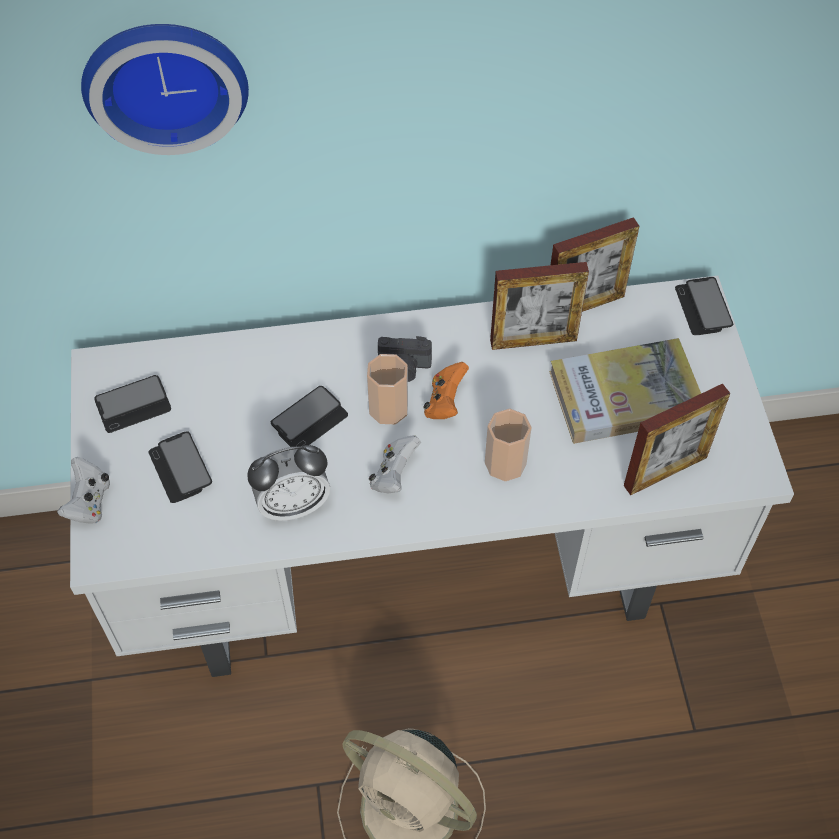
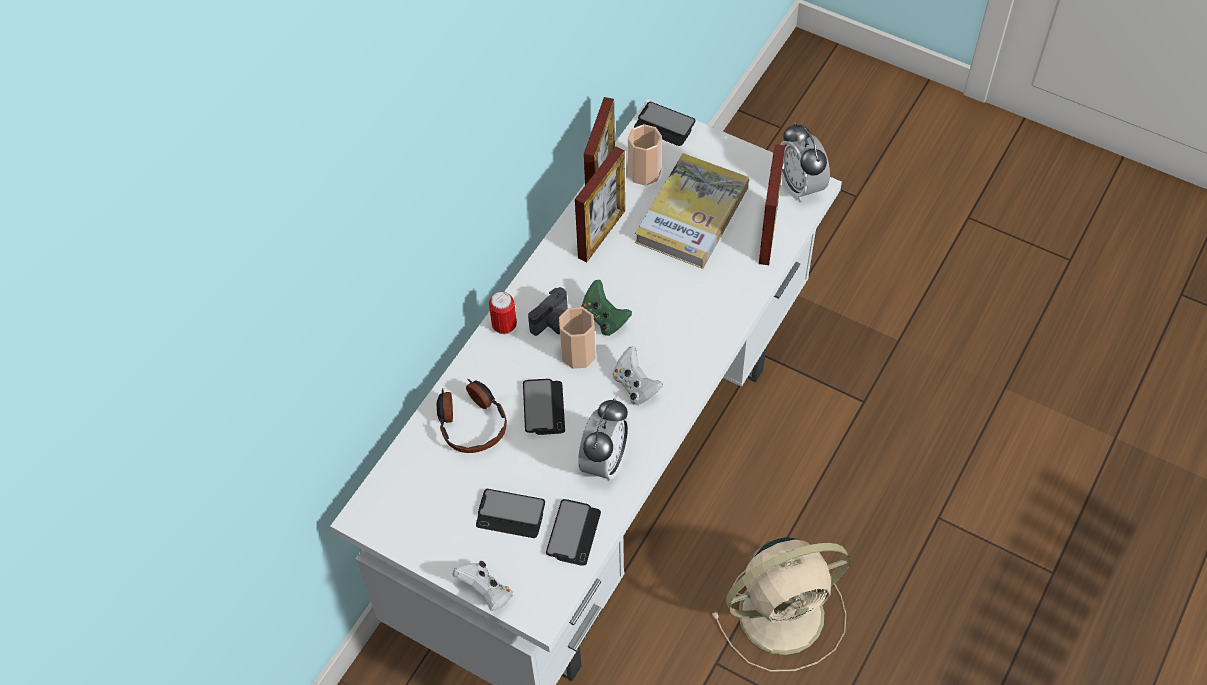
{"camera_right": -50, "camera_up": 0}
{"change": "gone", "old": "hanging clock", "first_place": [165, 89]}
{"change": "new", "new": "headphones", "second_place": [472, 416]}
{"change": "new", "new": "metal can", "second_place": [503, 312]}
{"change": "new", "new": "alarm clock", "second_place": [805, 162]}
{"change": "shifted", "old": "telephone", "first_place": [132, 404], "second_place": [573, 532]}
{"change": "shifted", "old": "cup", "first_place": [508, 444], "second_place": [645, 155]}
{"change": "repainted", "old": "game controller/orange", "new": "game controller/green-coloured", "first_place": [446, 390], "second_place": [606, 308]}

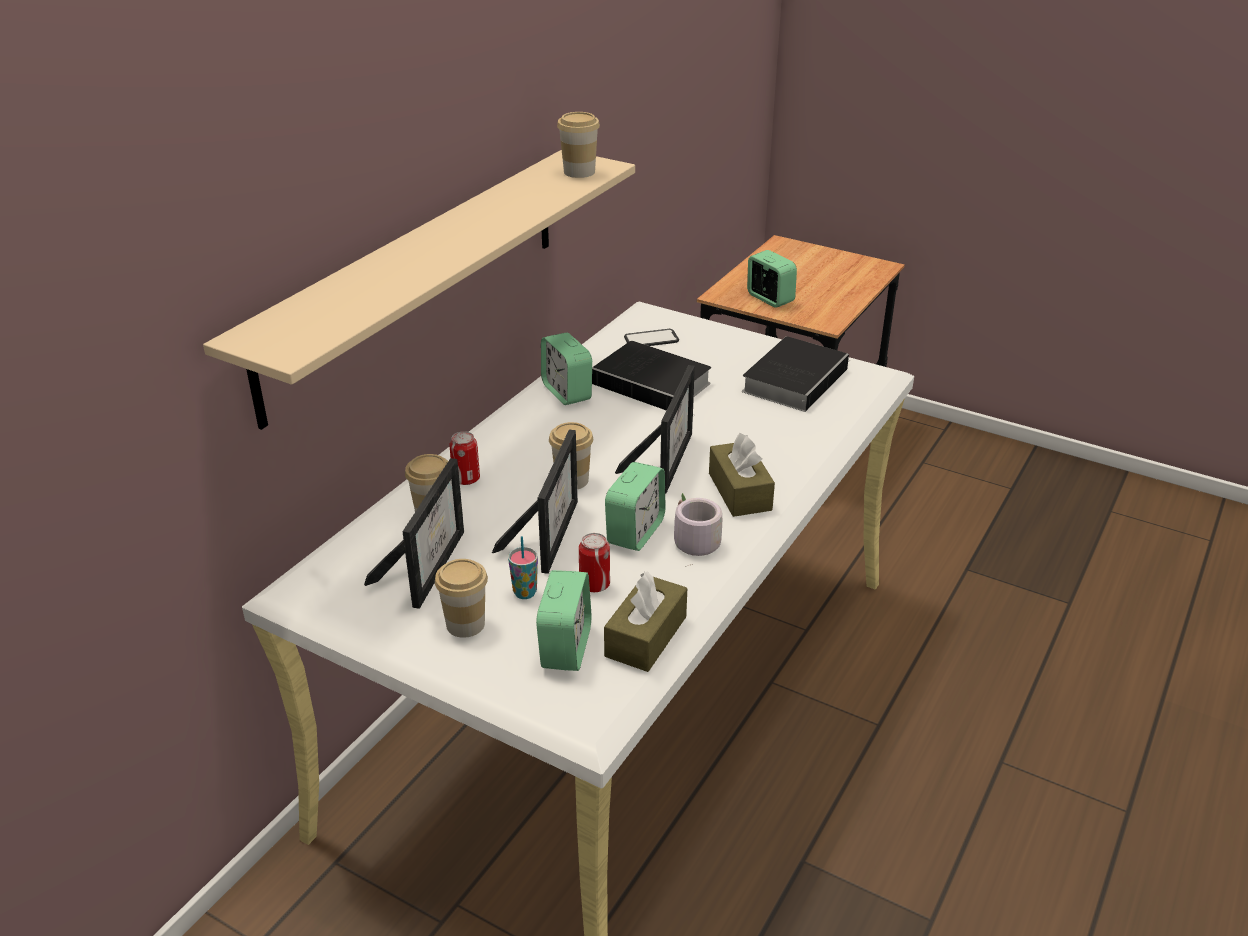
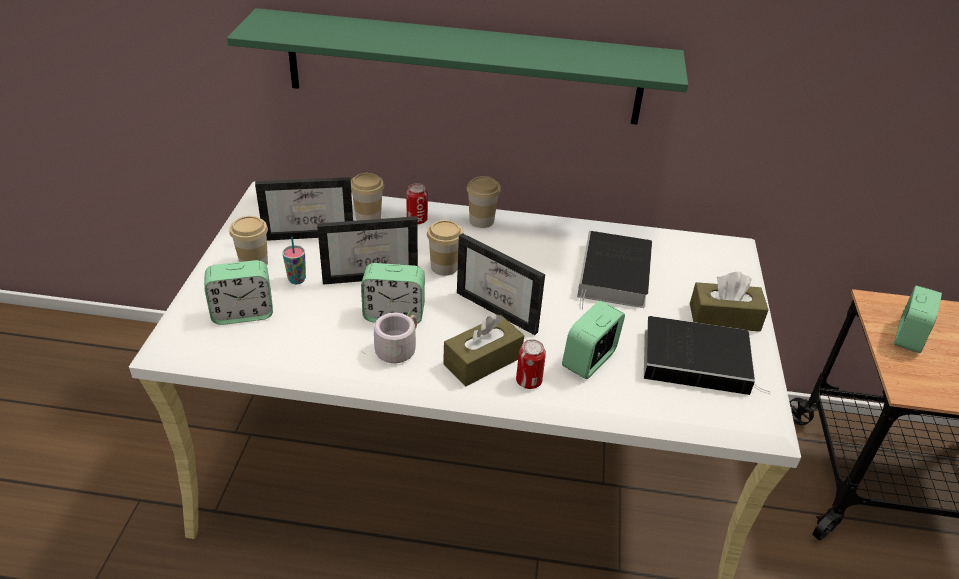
{"camera_right": 65, "camera_up": 5}
{"change": "gone", "old": "telephone", "first_place": [651, 337]}
{"change": "shifted", "old": "alarm clock", "first_place": [566, 368], "second_place": [593, 339]}
{"change": "shifted", "old": "cup", "first_place": [578, 145], "second_place": [484, 202]}
{"change": "shifted", "old": "metal can", "first_place": [594, 562], "second_place": [531, 364]}
{"change": "shifted", "old": "tissue holder/brown", "first_place": [645, 621], "second_place": [729, 302]}
{"change": "repainted", "old": "shelf/sand-coloured", "new": "shelf/green-coloured", "first_place": [419, 290], "second_place": [457, 66]}
{"change": "rotated", "old": "picture frame", "first_place": [655, 429], "second_place": [501, 284], "degrees": 45}

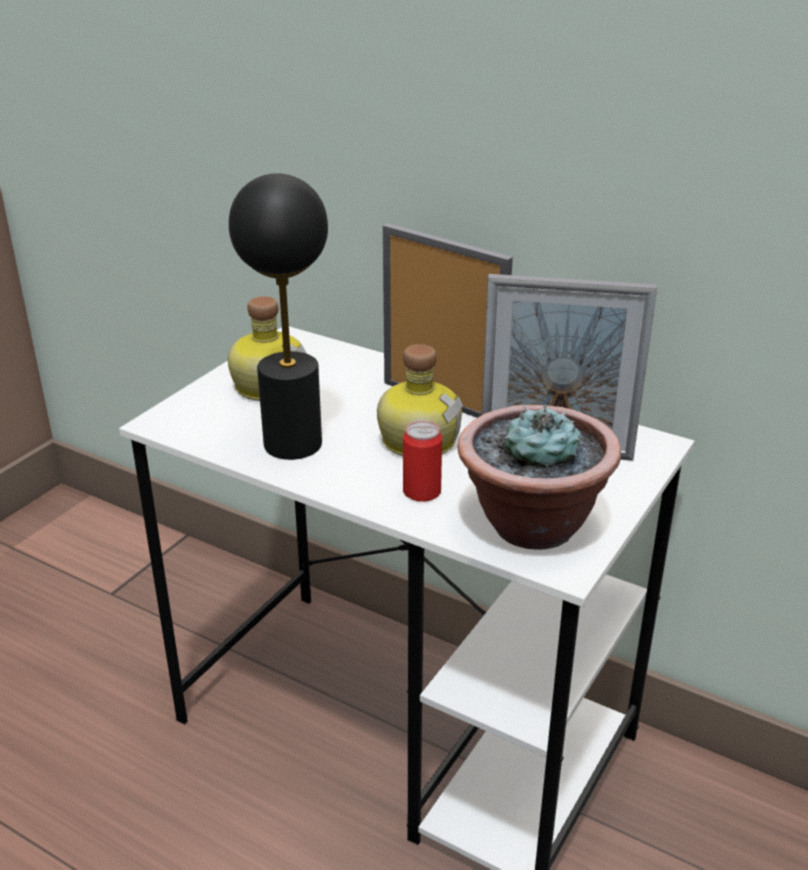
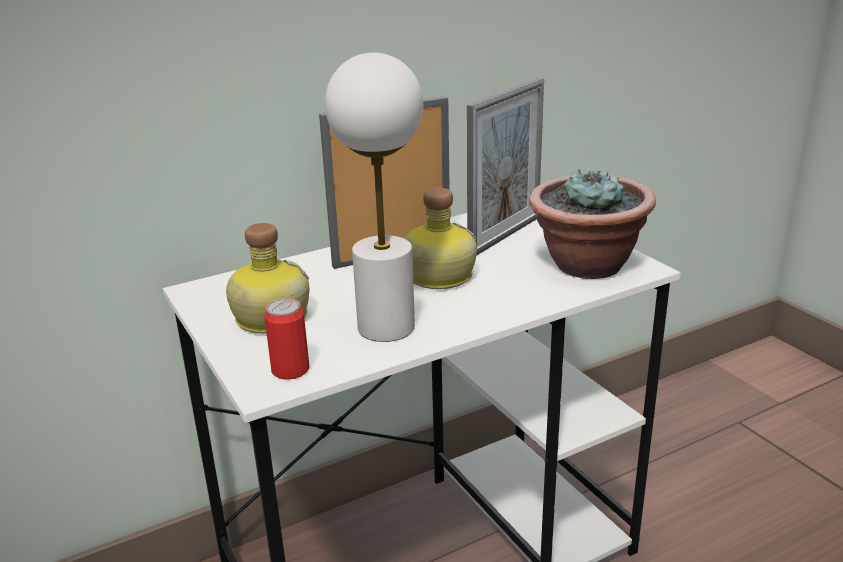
{"camera_right": -60, "camera_up": -5}
{"change": "shifted", "old": "metal can", "first_place": [422, 461], "second_place": [287, 339]}
{"change": "repainted", "old": "tabletop lamp/black", "new": "tabletop lamp/whitish", "first_place": [278, 316], "second_place": [374, 197]}

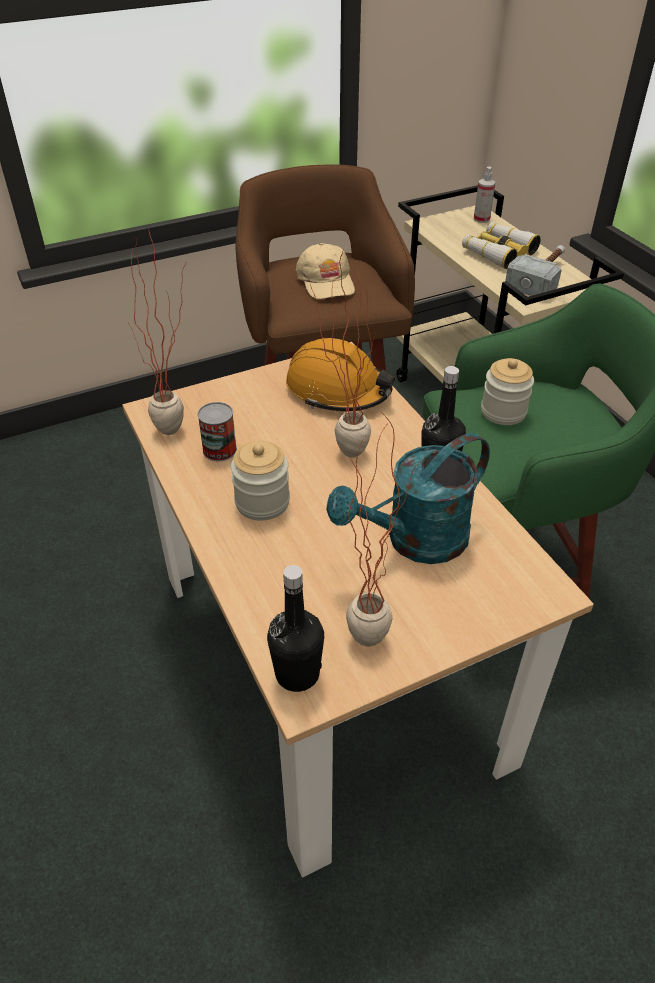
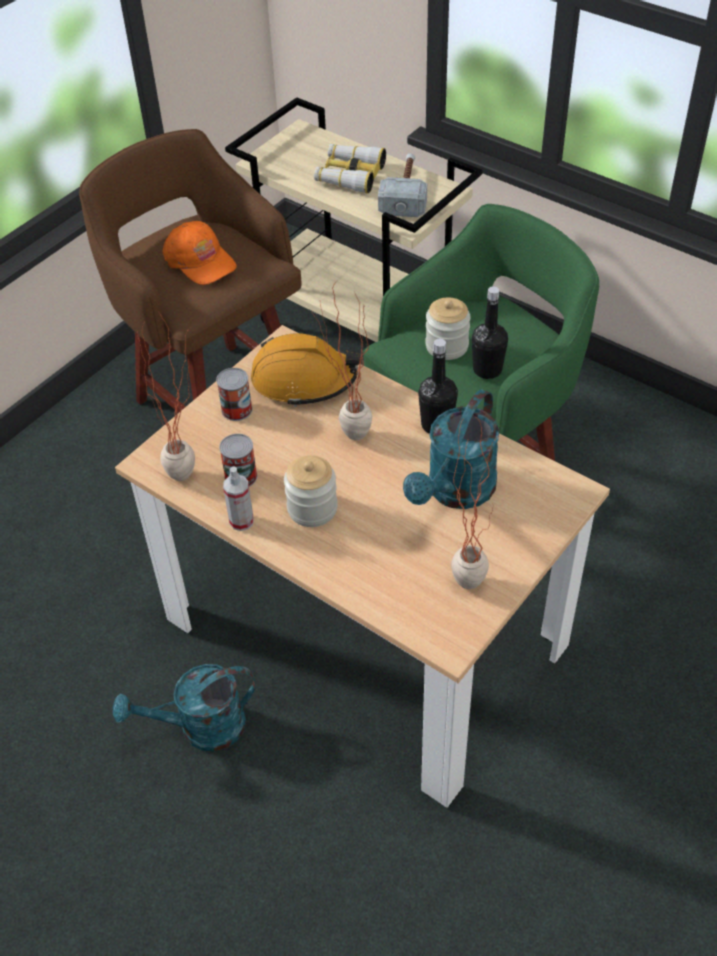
{"camera_right": -25, "camera_up": 5}
{"change": "new", "new": "sprinkling can/turquoise-coloured", "second_place": [184, 707]}
{"change": "new", "new": "metal can", "second_place": [234, 394]}
{"change": "shifted", "old": "bottle/black", "first_place": [295, 628], "second_place": [490, 332]}
{"change": "shifted", "old": "hand sprayer", "first_place": [485, 195], "second_place": [238, 498]}
{"change": "repainted", "old": "cap/sand-coloured", "new": "cap/orange", "first_place": [325, 271], "second_place": [200, 253]}

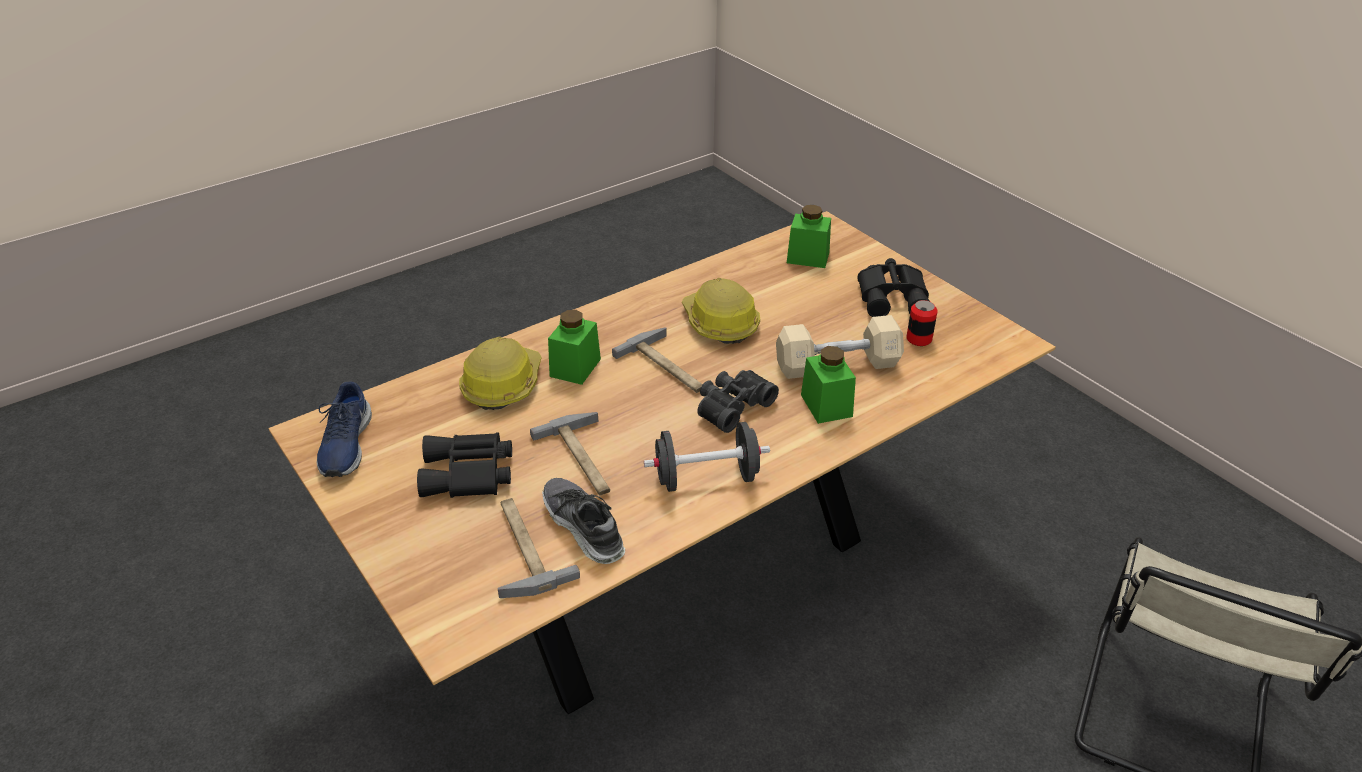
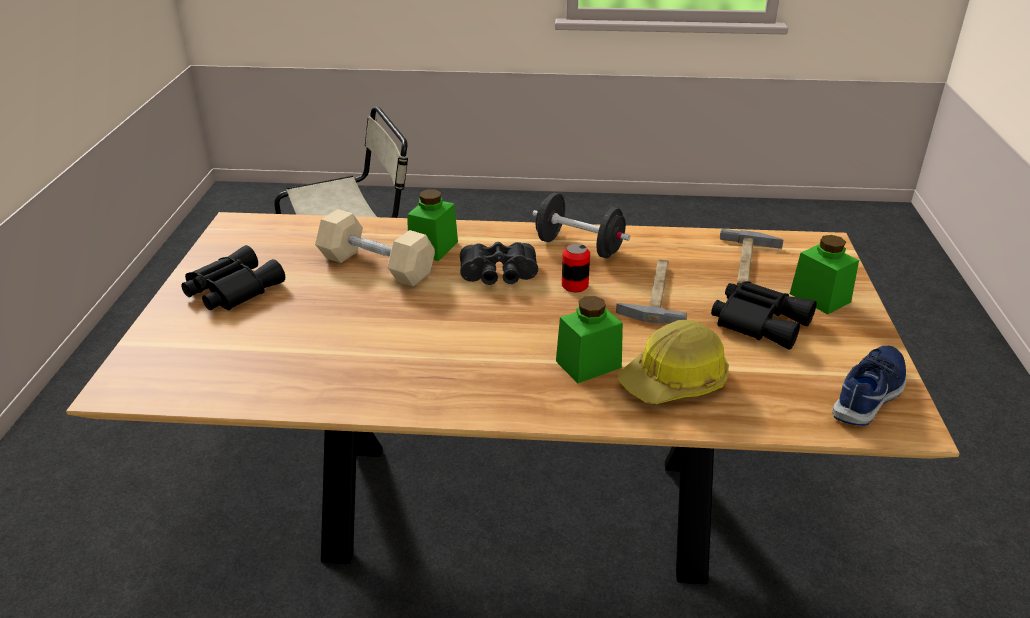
{"camera_right": -140, "camera_up": -5}
{"change": "gone", "old": "low shoe", "first_place": [583, 521]}
{"change": "gone", "old": "tool hammer", "first_place": [657, 360]}
{"change": "gone", "old": "work helmet", "first_place": [721, 311]}
{"change": "shifted", "old": "preserve jar/green-coloured", "first_place": [809, 236], "second_place": [824, 274]}
{"change": "shifted", "old": "metal can", "first_place": [922, 323], "second_place": [576, 268]}

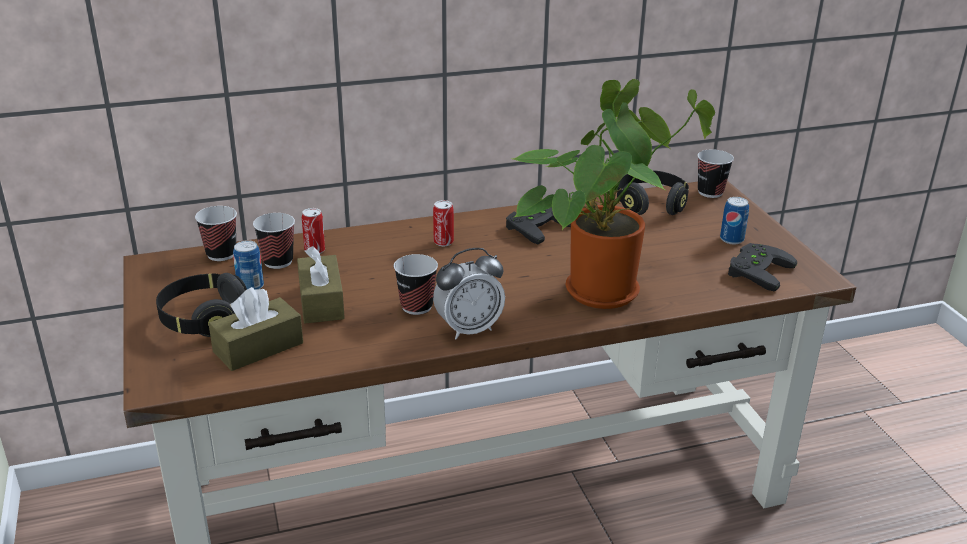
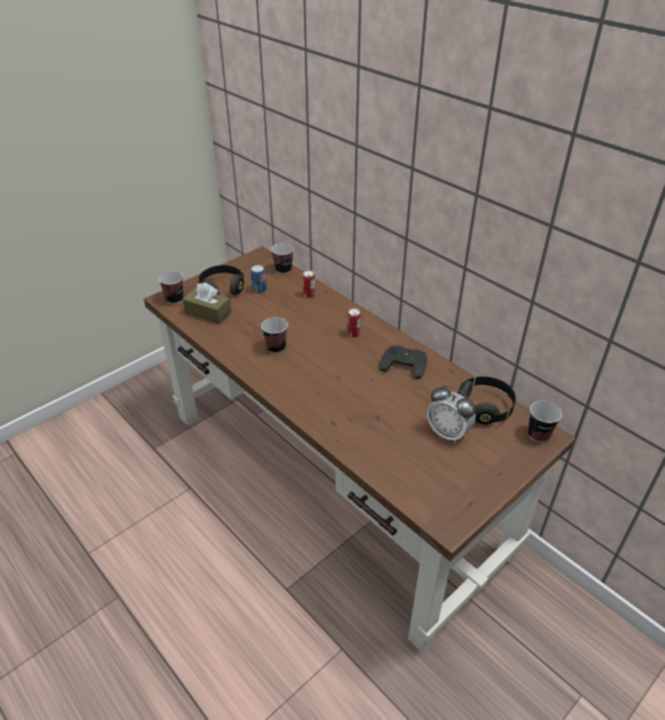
{"camera_right": 65, "camera_up": 10}
{"change": "gone", "old": "tissue holder/brown", "first_place": [321, 284]}
{"change": "gone", "old": "potted plant", "first_place": [613, 194]}
{"change": "gone", "old": "metal can", "first_place": [734, 220]}
{"change": "gone", "old": "game controller/black", "first_place": [762, 267]}
{"change": "shifted", "old": "cup", "first_place": [274, 241], "second_place": [171, 287]}
{"change": "shifted", "old": "alarm clock", "first_place": [469, 293], "second_place": [451, 414]}

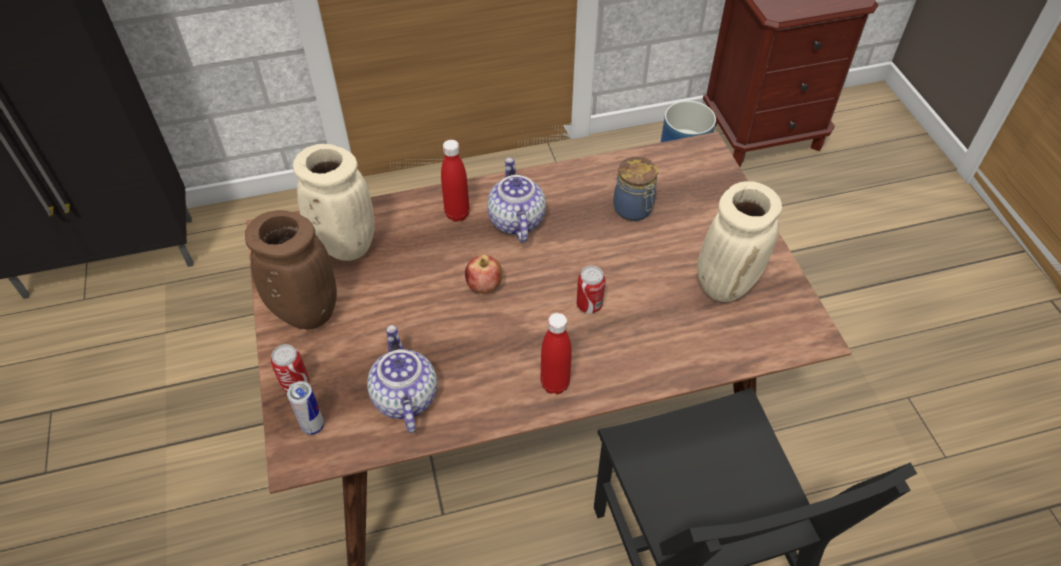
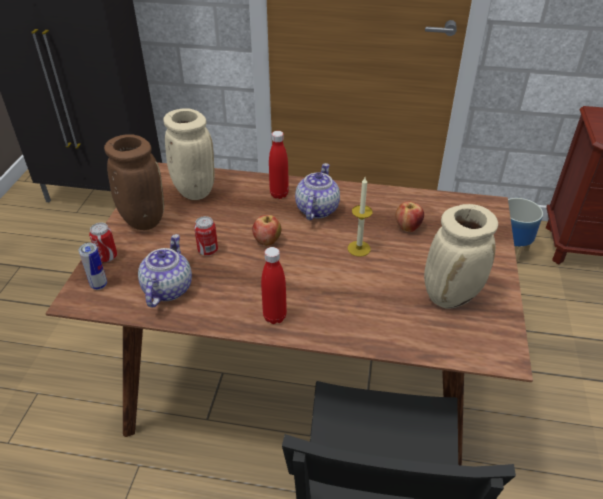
{"camera_right": 25, "camera_up": -10}
{"change": "new", "new": "wax light", "second_place": [360, 217]}
{"change": "shifted", "old": "metal can", "first_place": [590, 289], "second_place": [206, 236]}
{"change": "swapped", "old": "preserve jar", "new": "apple fruit", "first_place": [635, 189], "second_place": [409, 216]}

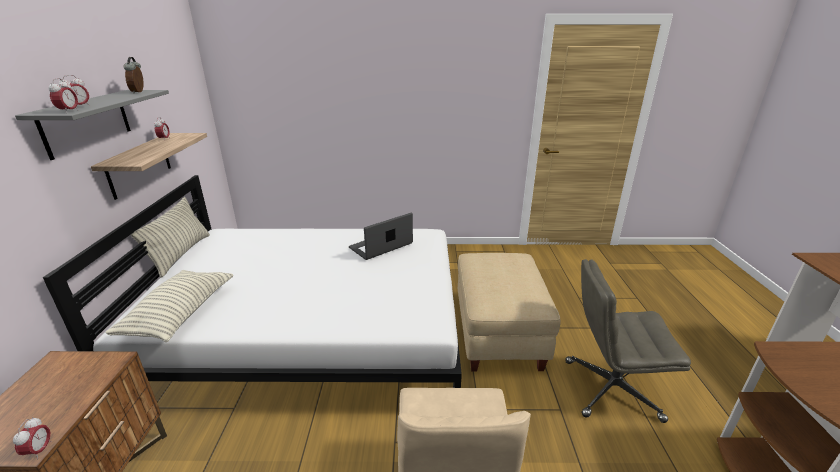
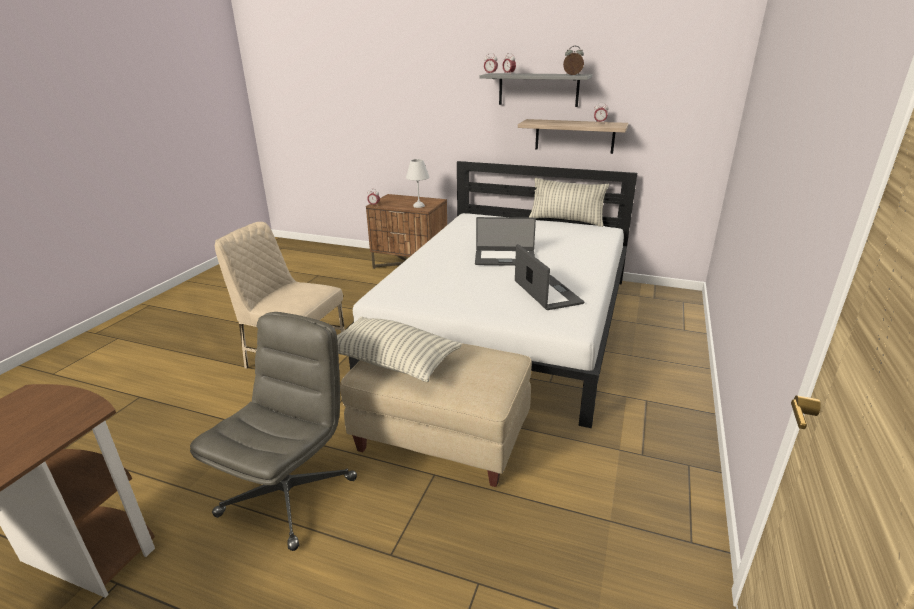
{"camera_right": 110, "camera_up": 0}
{"change": "new", "new": "tabletop lamp/whitish", "second_place": [417, 183]}
{"change": "new", "new": "notebook computer", "second_place": [505, 241]}
{"change": "shifted", "old": "throw pillow", "first_place": [169, 306], "second_place": [399, 349]}

